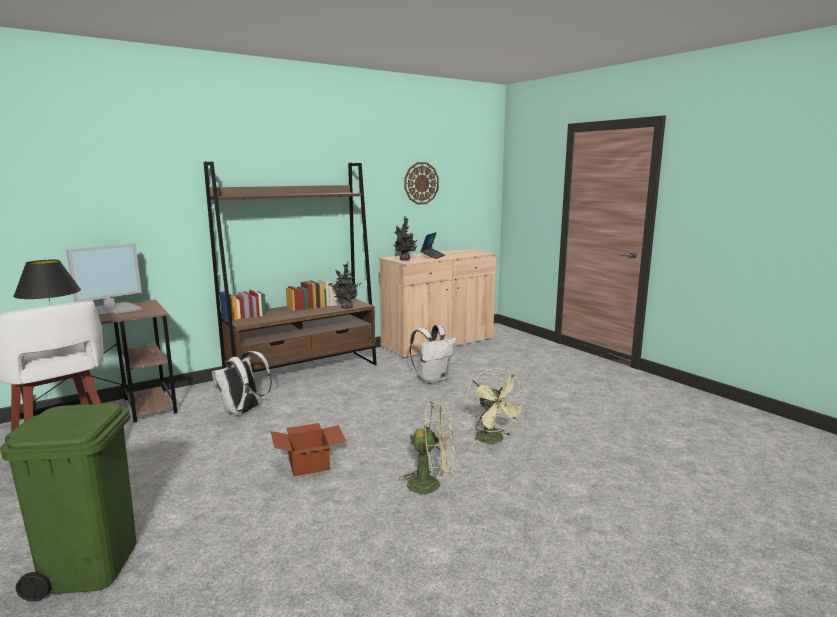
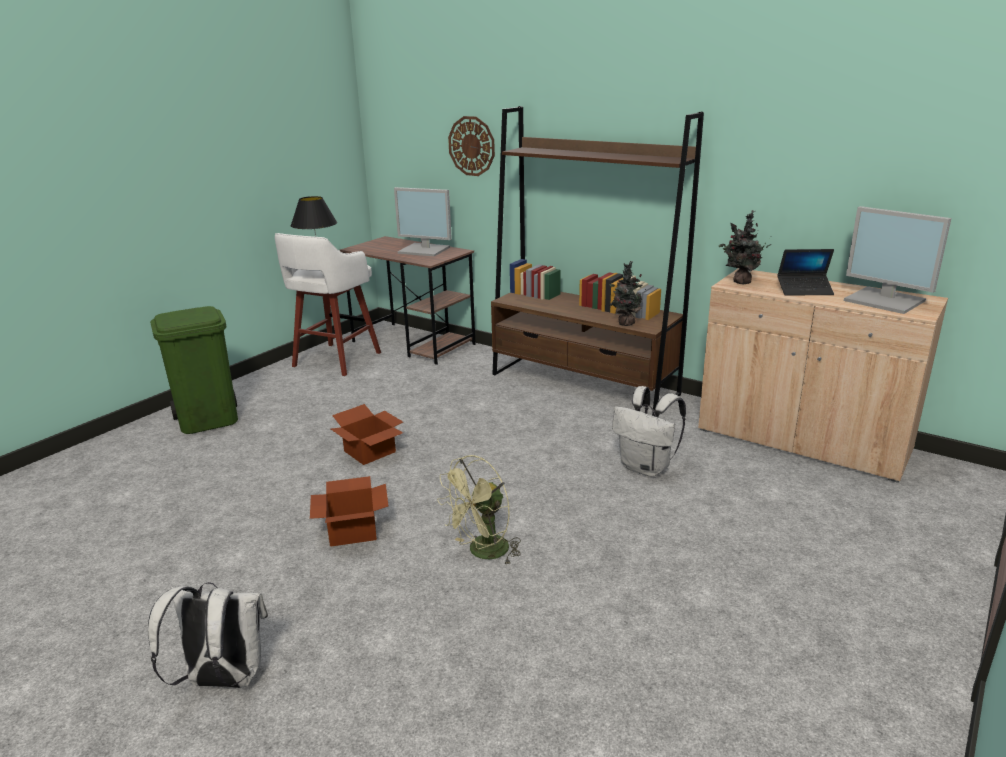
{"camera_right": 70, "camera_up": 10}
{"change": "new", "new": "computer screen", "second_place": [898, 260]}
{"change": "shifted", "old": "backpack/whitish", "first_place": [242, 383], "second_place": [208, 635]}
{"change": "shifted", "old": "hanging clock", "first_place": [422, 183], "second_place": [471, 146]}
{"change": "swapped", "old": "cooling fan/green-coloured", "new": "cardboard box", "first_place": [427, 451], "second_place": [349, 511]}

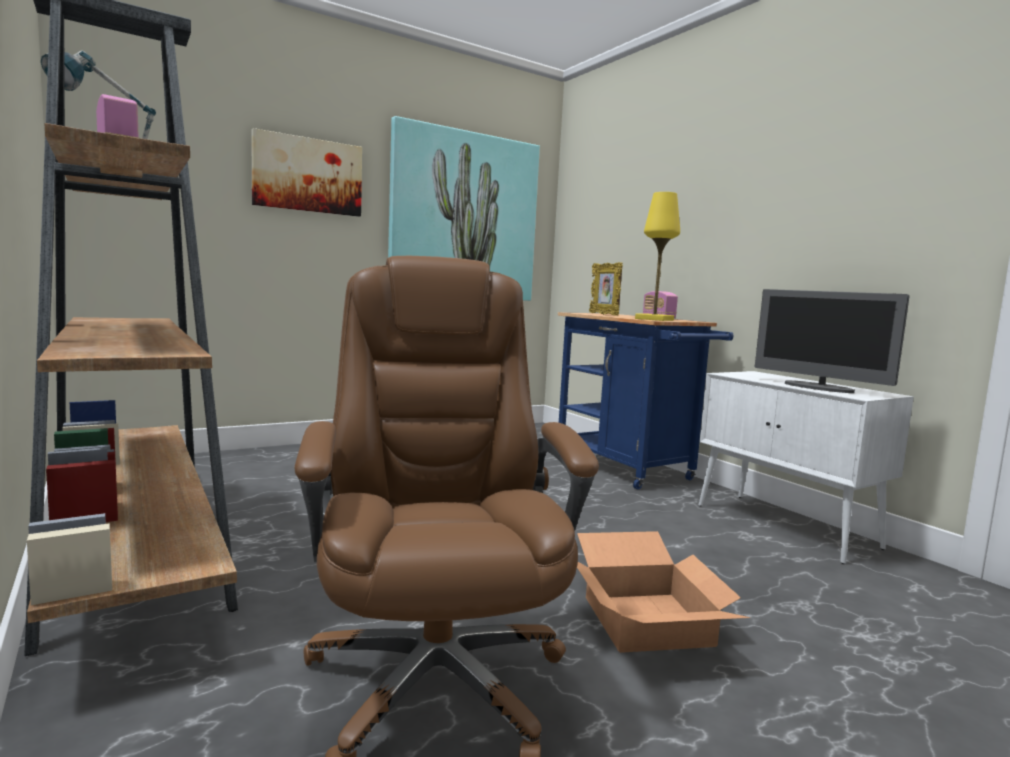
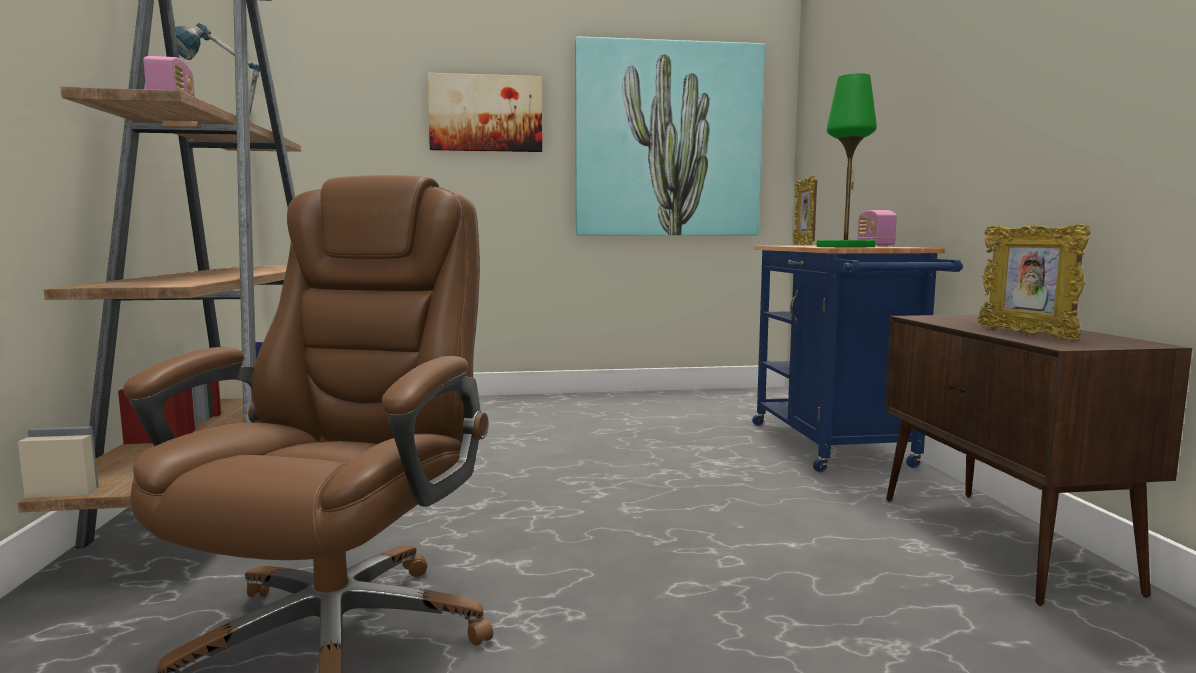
{"camera_right": 25, "camera_up": 0}
{"change": "gone", "old": "cardboard box", "first_place": [663, 592]}
{"change": "swapped", "old": "computer screen", "new": "picture frame", "first_place": [832, 341], "second_place": [1034, 282]}
{"change": "repainted", "old": "tabletop lamp/yellow", "new": "tabletop lamp/green-coloured", "first_place": [657, 256], "second_place": [846, 160]}
{"change": "repainted", "old": "cupboard/whitish", "new": "cupboard/brown", "first_place": [806, 467], "second_place": [1038, 460]}

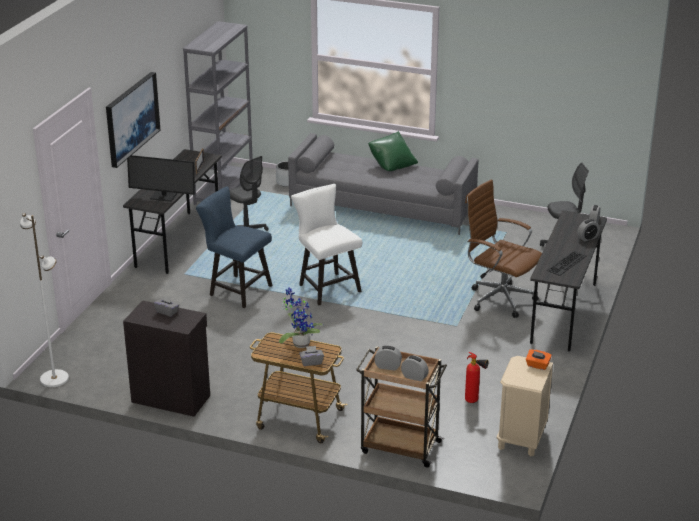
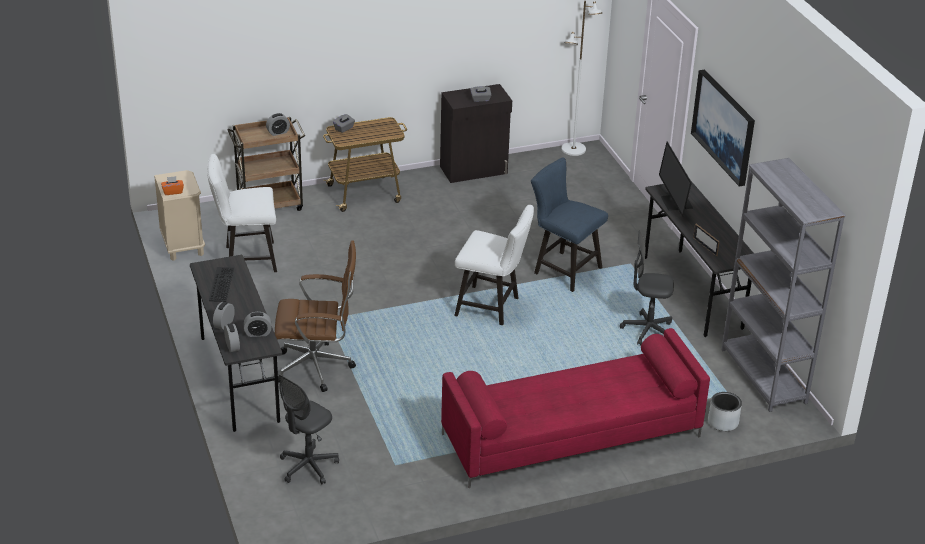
{"camera_right": 140, "camera_up": 5}
{"change": "gone", "old": "potted plant", "first_place": [301, 317]}
{"change": "gone", "old": "throw pillow/green-coloured", "first_place": [393, 151]}
{"change": "shifted", "old": "alarm clock", "first_place": [415, 368], "second_place": [257, 324]}
{"change": "swapped", "old": "fire-fighting cylinder", "new": "upright chair/whitish", "first_place": [477, 377], "second_place": [242, 213]}
{"change": "repainted", "old": "couch/greyish", "new": "couch/red", "first_place": [383, 184], "second_place": [575, 408]}
{"change": "rotated", "old": "computer screen", "first_place": [161, 178], "second_place": [676, 179], "degrees": -75}
{"change": "rotated", "old": "upright chair/bluish", "first_place": [234, 247], "second_place": [569, 224], "degrees": -135}

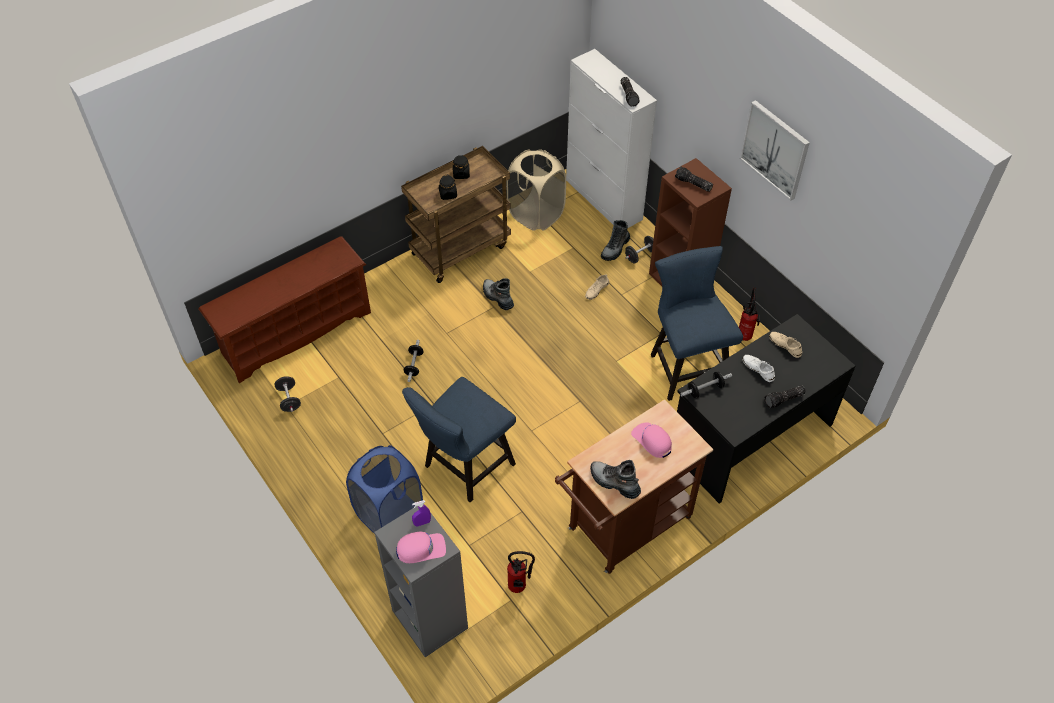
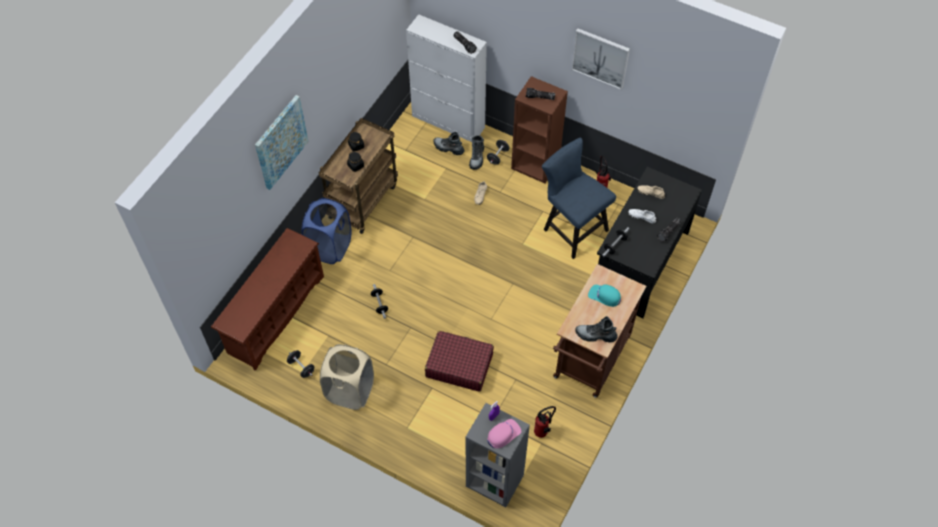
{"camera_right": -25, "camera_up": 5}
{"change": "new", "new": "wall art", "second_place": [282, 142]}
{"change": "shifted", "old": "laundry basket/bluish", "first_place": [384, 489], "second_place": [327, 231]}
{"change": "shifted", "old": "tall boot", "first_place": [498, 294], "second_place": [449, 143]}
{"change": "shifted", "old": "laundry basket/sand-coloured", "first_place": [536, 190], "second_place": [347, 377]}
{"change": "swapped", "old": "upright chair/bluish", "new": "suitcase/red", "first_place": [459, 439], "second_place": [459, 361]}
{"change": "repainted", "old": "cap/pink", "new": "cap/turquoise-coloured", "first_place": [651, 440], "second_place": [604, 296]}

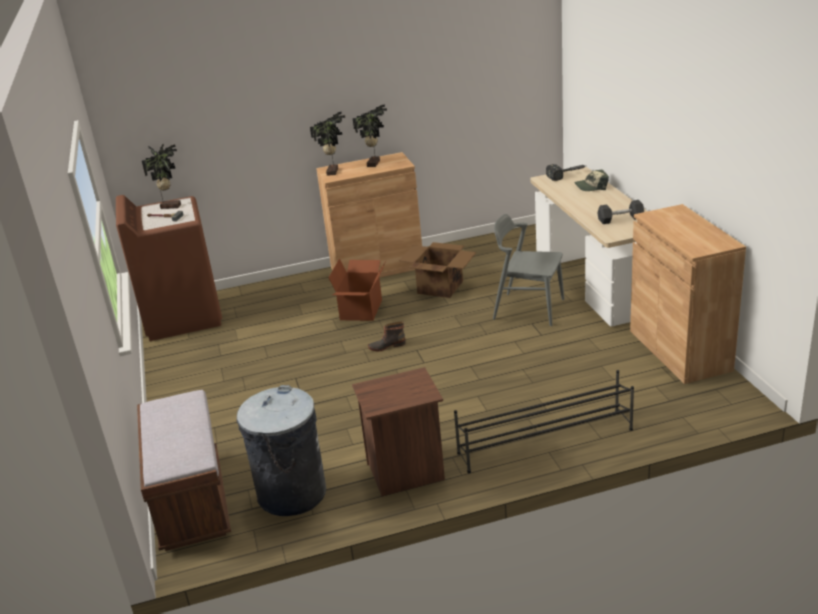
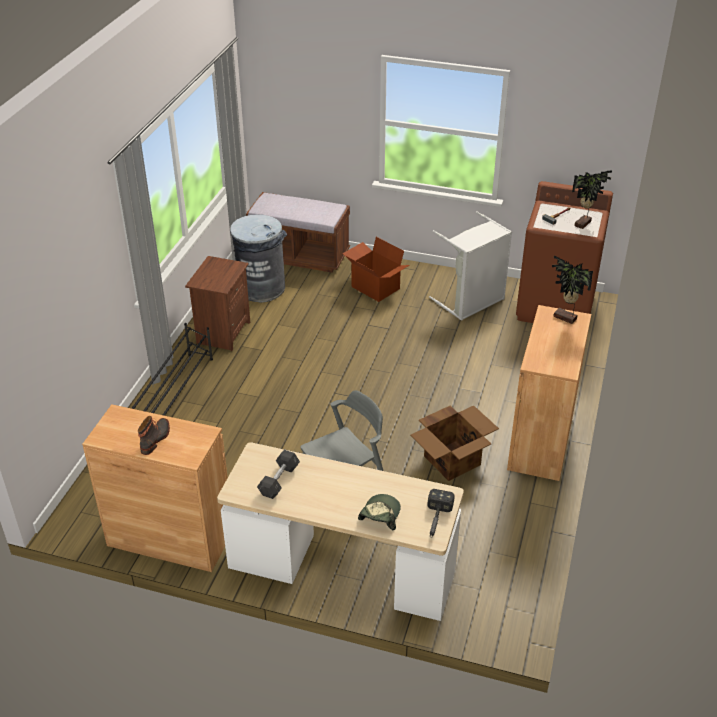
{"camera_right": 120, "camera_up": 10}
{"change": "gone", "old": "potted plant", "first_place": [370, 135]}
{"change": "new", "new": "laundry basket/greyish", "second_place": [470, 266]}
{"change": "shifted", "old": "cardboard box", "first_place": [358, 289], "second_place": [375, 269]}
{"change": "shifted", "old": "tall boot", "first_place": [387, 336], "second_place": [154, 435]}

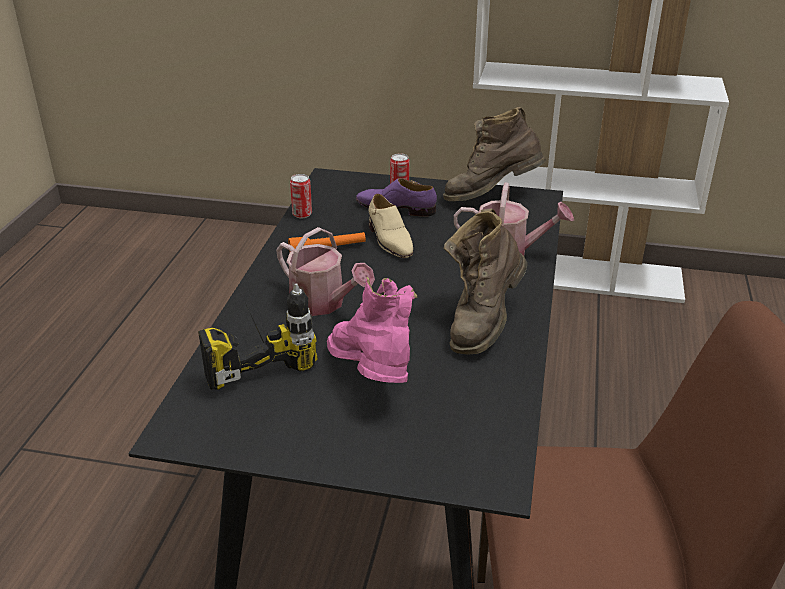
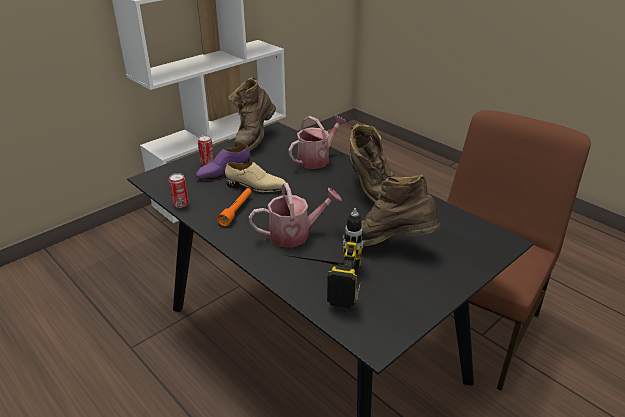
{"camera_right": -55, "camera_up": 0}
{"change": "repainted", "old": "tall boot/pink", "new": "tall boot/brown", "first_place": [372, 330], "second_place": [391, 210]}

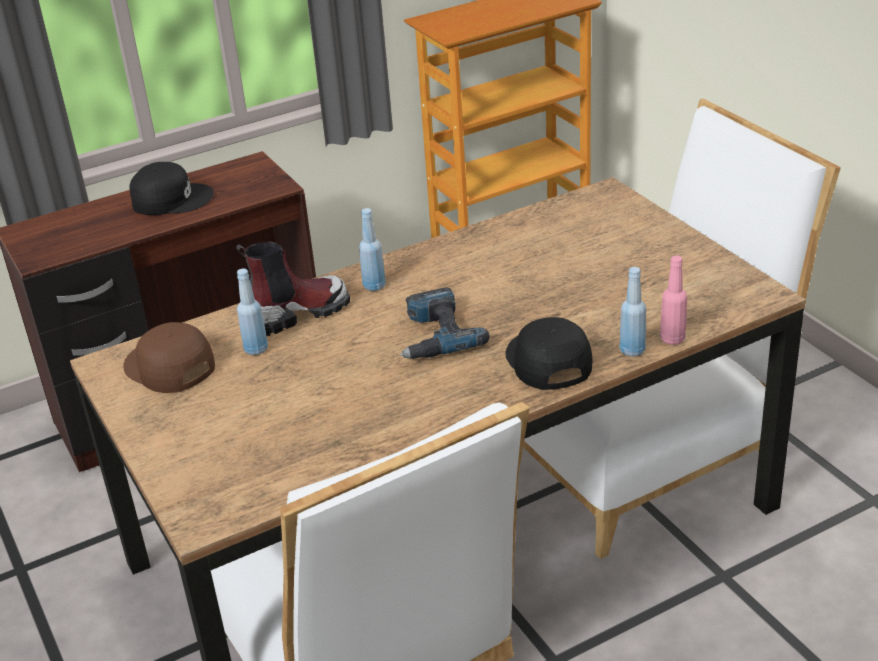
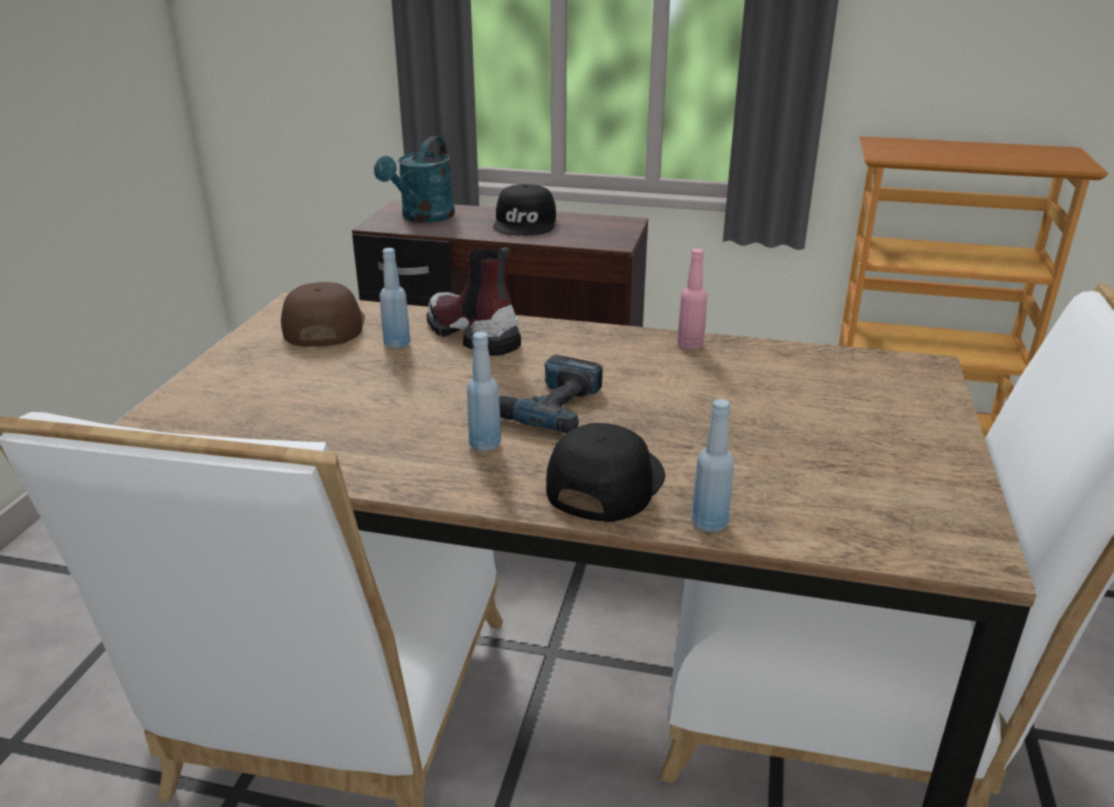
{"camera_right": 40, "camera_up": -5}
{"change": "new", "new": "sprinkling can/turquoise-coloured", "second_place": [414, 179]}
{"change": "shifted", "old": "bottle/bluish", "first_place": [372, 249], "second_place": [484, 392]}
{"change": "shifted", "old": "bottle/pink", "first_place": [673, 300], "second_place": [692, 299]}
{"change": "rotated", "old": "cap/black", "first_place": [172, 188], "second_place": [524, 210], "degrees": 60}
{"change": "rotated", "old": "tall boot", "first_place": [293, 289], "second_place": [473, 301], "degrees": -150}

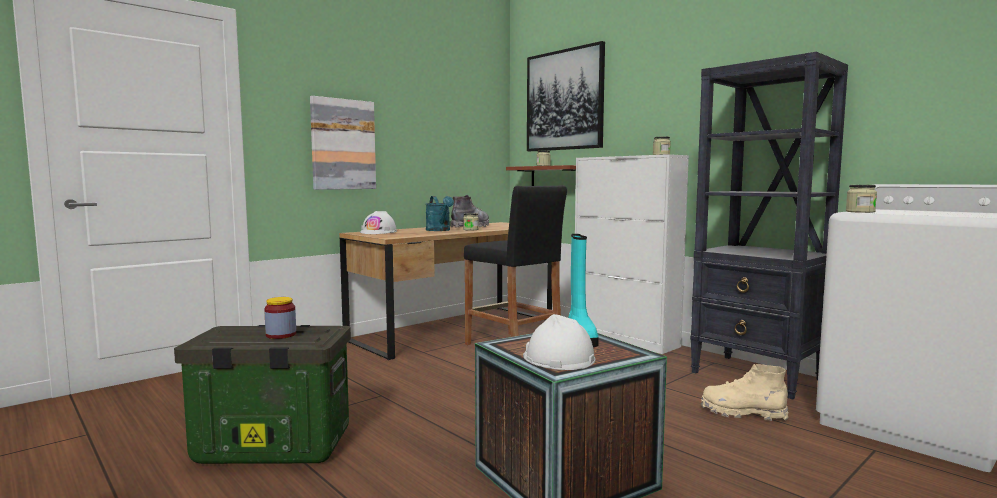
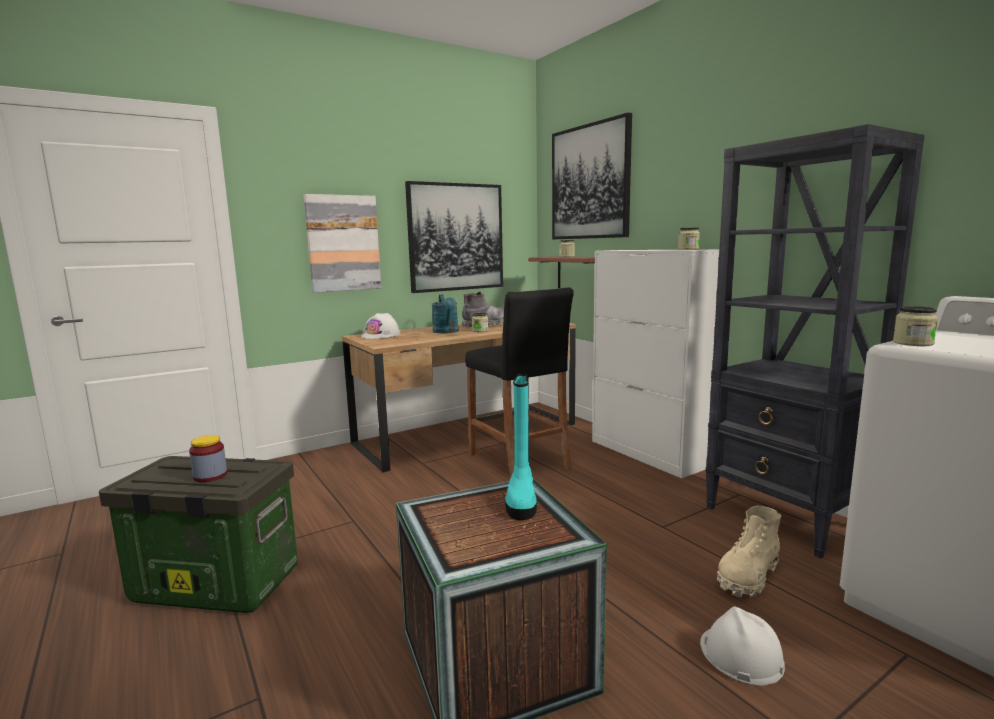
{"camera_right": 10, "camera_up": 5}
{"change": "new", "new": "wall art", "second_place": [454, 237]}
{"change": "shifted", "old": "work helmet/whitish", "first_place": [559, 342], "second_place": [742, 646]}
{"change": "rotated", "old": "tall boot/sand-coloured", "first_place": [744, 392], "second_place": [749, 552], "degrees": -75}

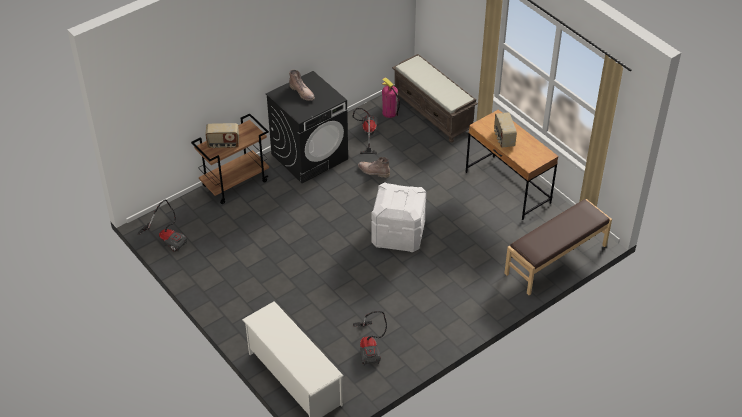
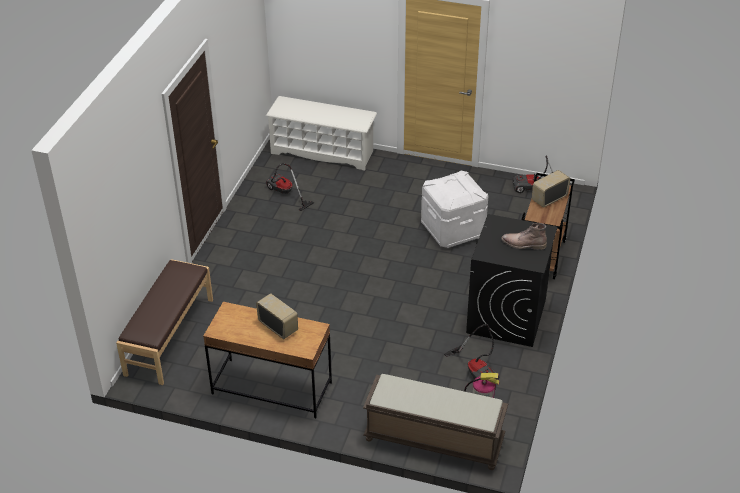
{"camera_right": 145, "camera_up": -5}
{"change": "gone", "old": "tall boot/brown", "first_place": [374, 167]}
{"change": "shifted", "old": "storage bin/whitish", "first_place": [399, 217], "second_place": [454, 209]}

